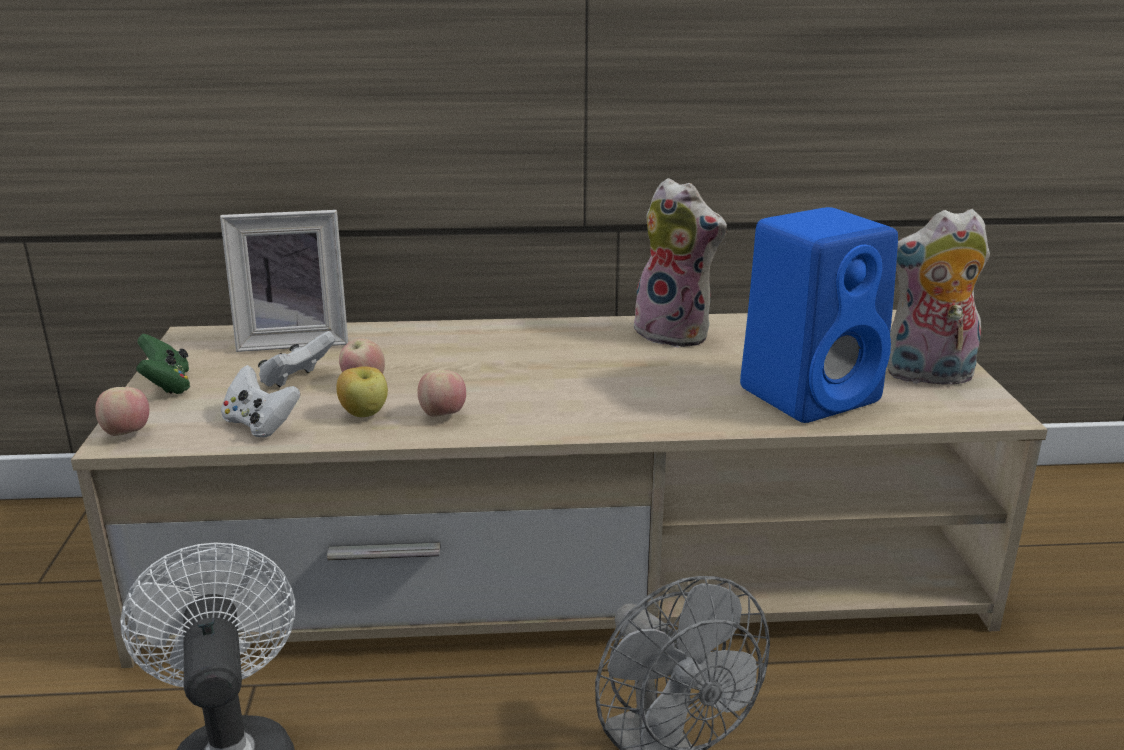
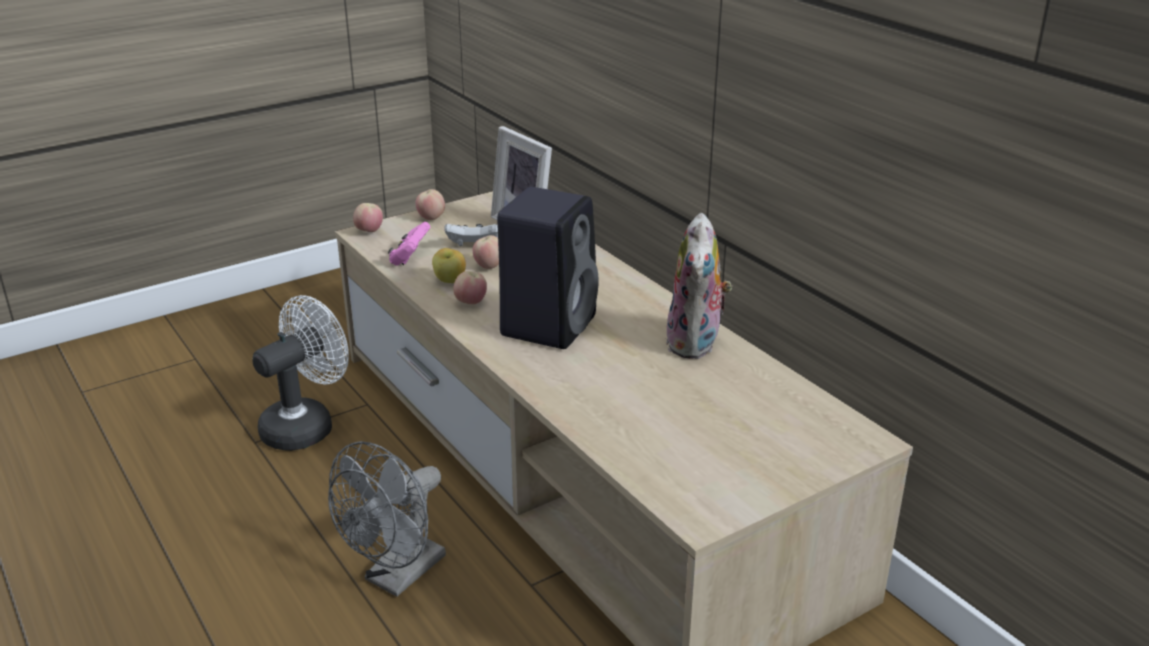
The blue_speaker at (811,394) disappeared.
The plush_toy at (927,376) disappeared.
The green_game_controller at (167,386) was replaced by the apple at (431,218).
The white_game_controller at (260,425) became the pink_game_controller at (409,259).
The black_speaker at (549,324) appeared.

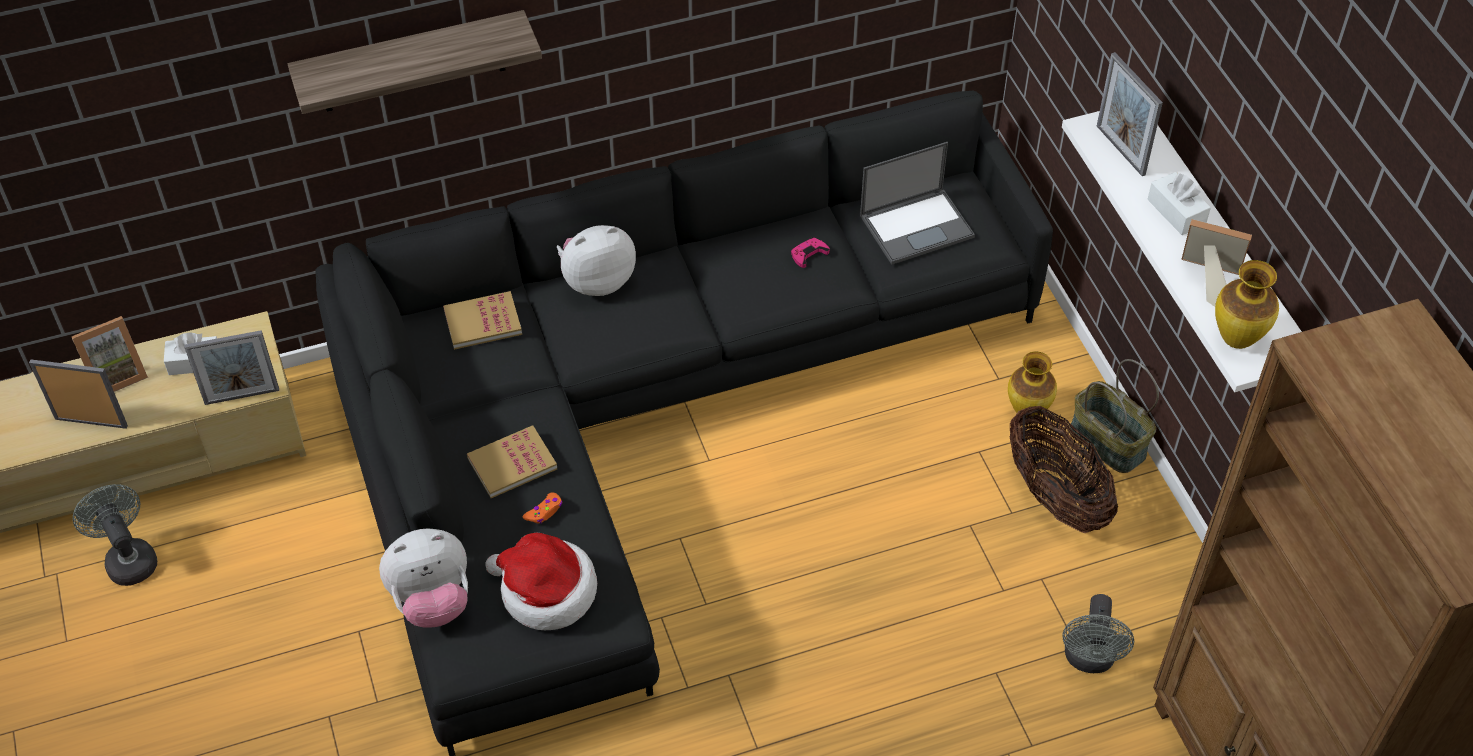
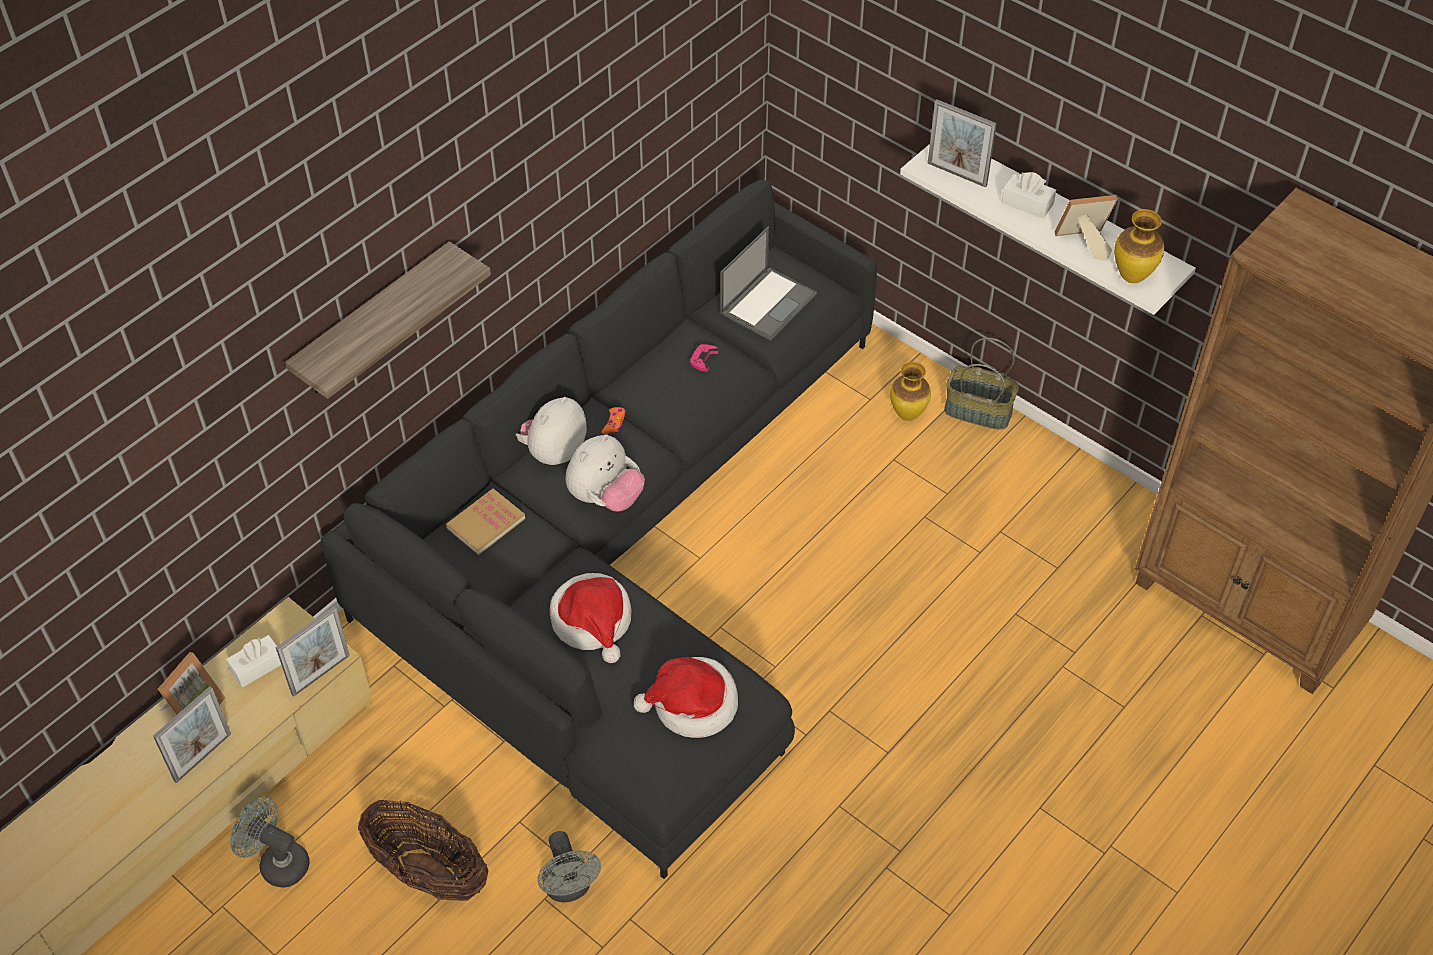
The picture_frame at (91,422) turned 150 degrees clockwise.
The basket moved from (1055,496) to (428,871).
The book at (512,464) was replaced by the hat at (593,622).
The orange_game_controller moved from (544,511) to (614,423).
The plush_toy moved from (432,601) to (605,497).
The grey_fan moved from (1089,660) to (569,888).

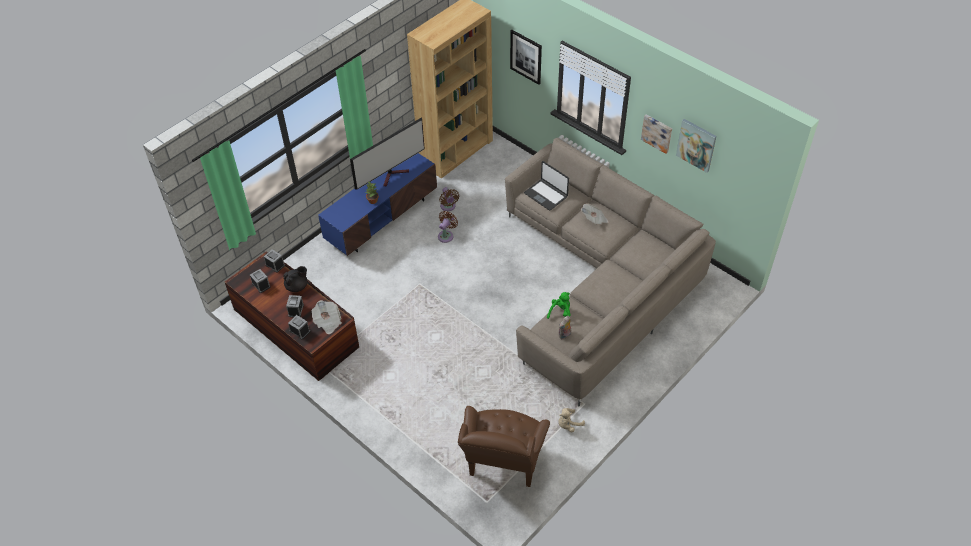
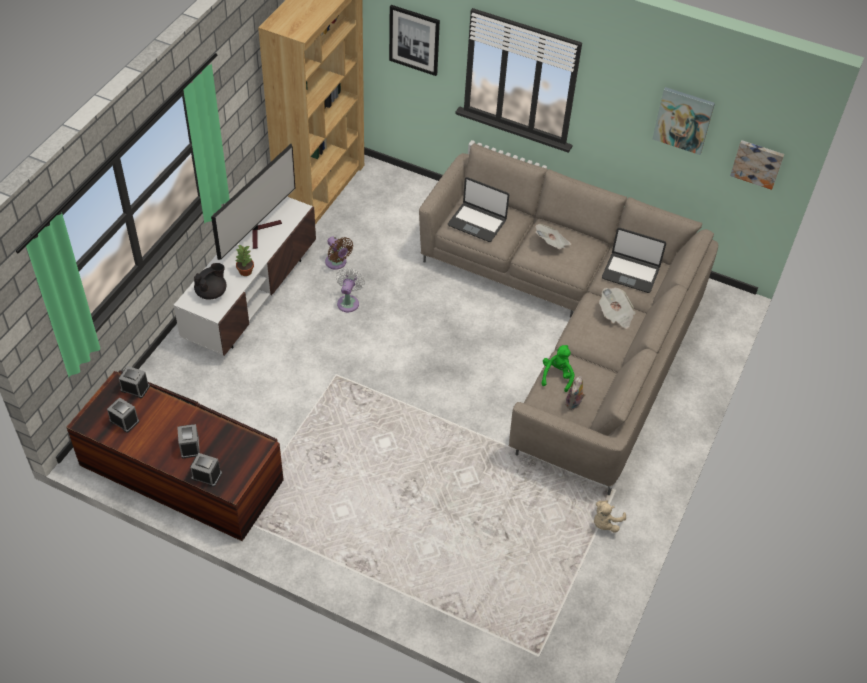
The picture moved from (657,133) to (757,163).
The blue_tv_stand at (382,219) became the white_tv_stand at (251,296).
The brown_fan at (446,235) became the white_fan at (348,302).
The black_teapot moved from (297,286) to (212,292).
The newspaper moved from (327,322) to (616,315).
The brown_armchair at (503,468) disappeared.
The laptop at (630,273) appeared.

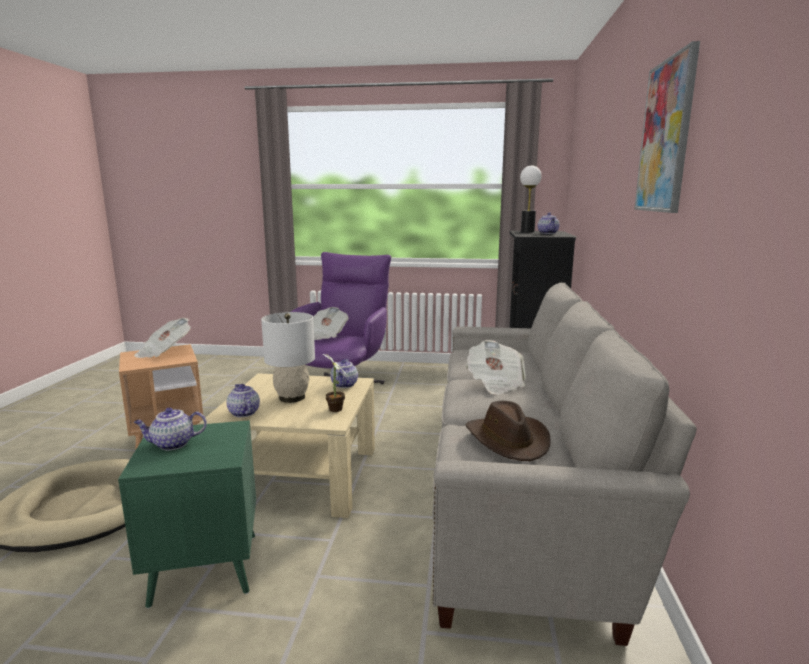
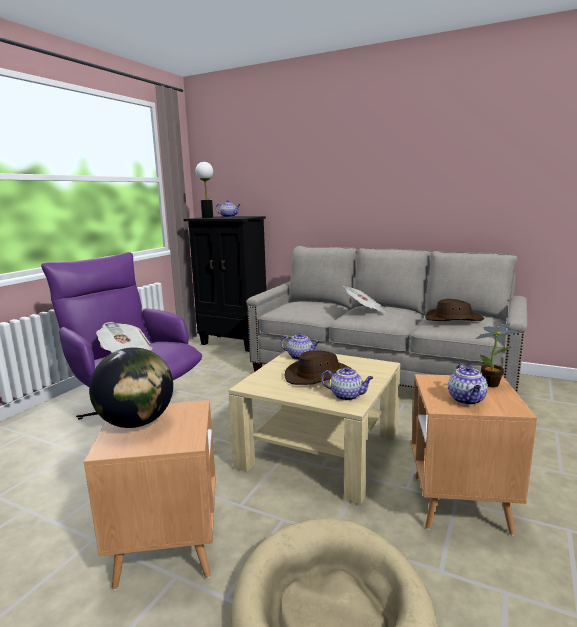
The picture at (666,136) disappeared.
The white_table_lamp at (292,397) was replaced by the brown_hat at (318,376).
The newspaper at (164,352) was replaced by the globe at (136,423).
The potted_plant moved from (335,410) to (494,384).
The teapot at (243,413) turned 150 degrees counterclockwise.
The green_side_table at (205,569) became the brown_side_table at (460,503).

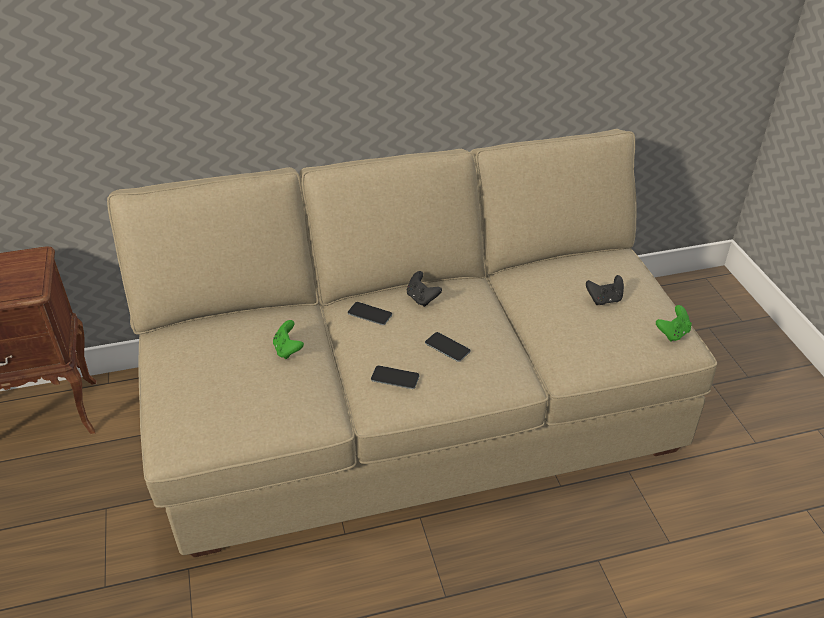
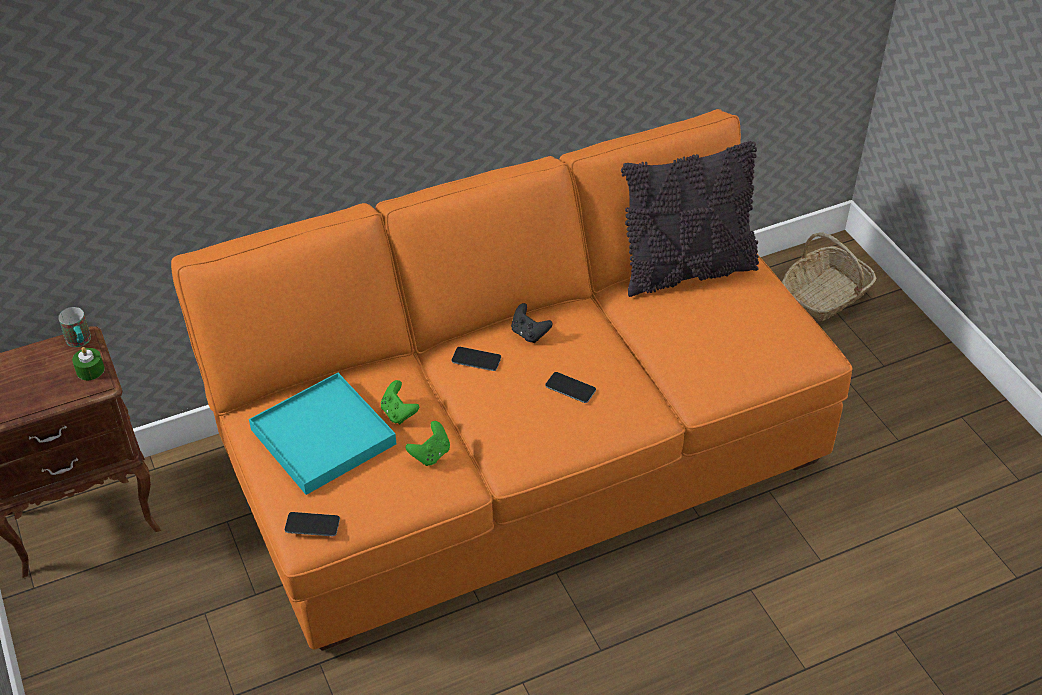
The beige_sofa at (412,411) became the orange_sofa at (520,455).
The black_game_controller at (604,300) disappeared.
The green_game_controller moved from (672,333) to (430,454).
The phone moved from (395,377) to (312,524).
The black_pillow at (686,270) appeared.
The basket at (825,295) appeared.
The mug at (80,342) appeared.
The green_candle at (90,370) appeared.
The turquoise_tray at (323,436) appeared.

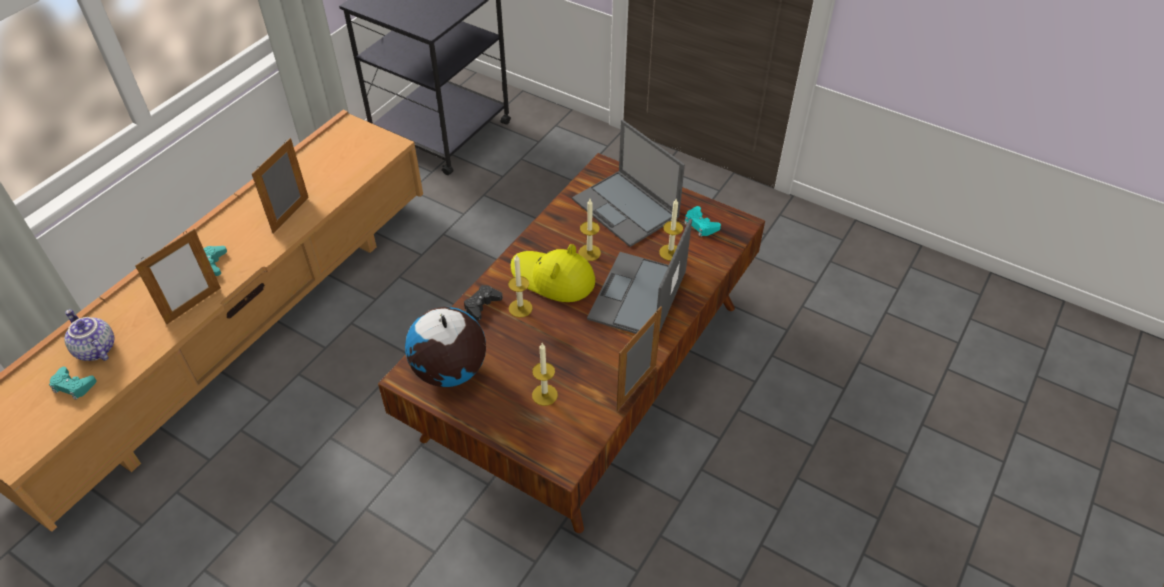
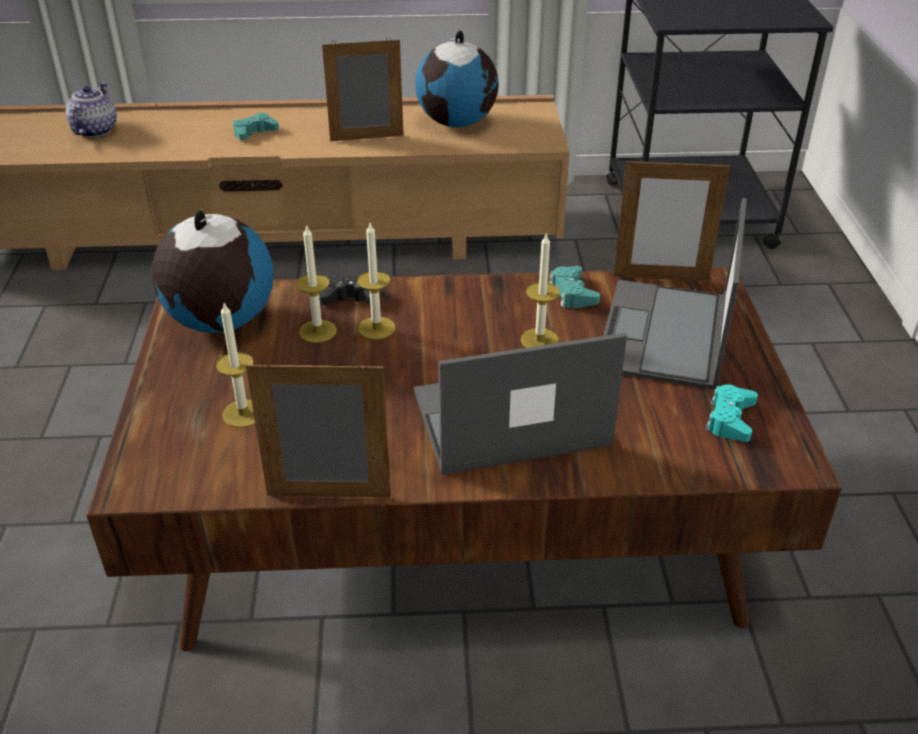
The candle moved from (670,252) to (318,331).
The picture_frame moved from (193,305) to (661,278).
The yellow_hat at (553,278) disappeared.
The turquoise_game_controller moved from (73,386) to (572,293).
The globe at (457,123) appeared.

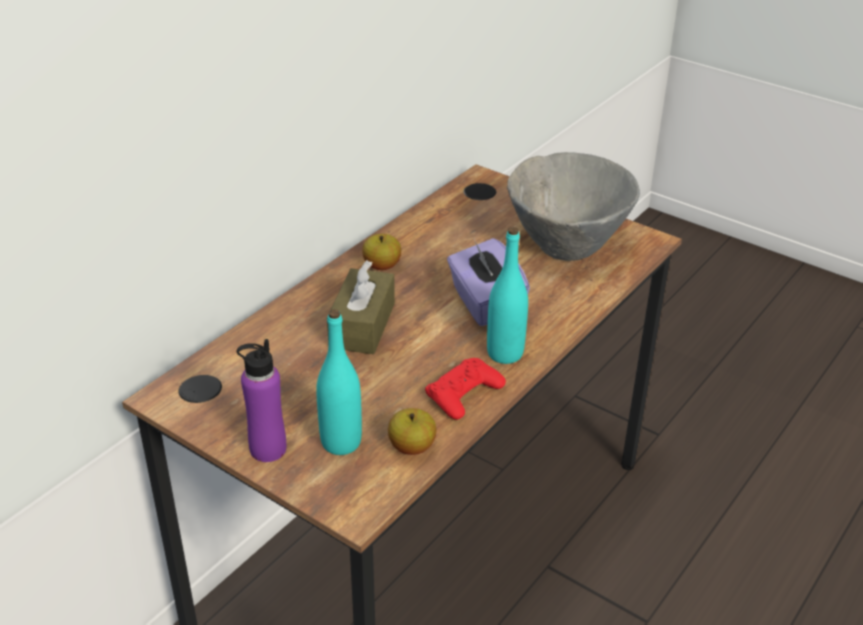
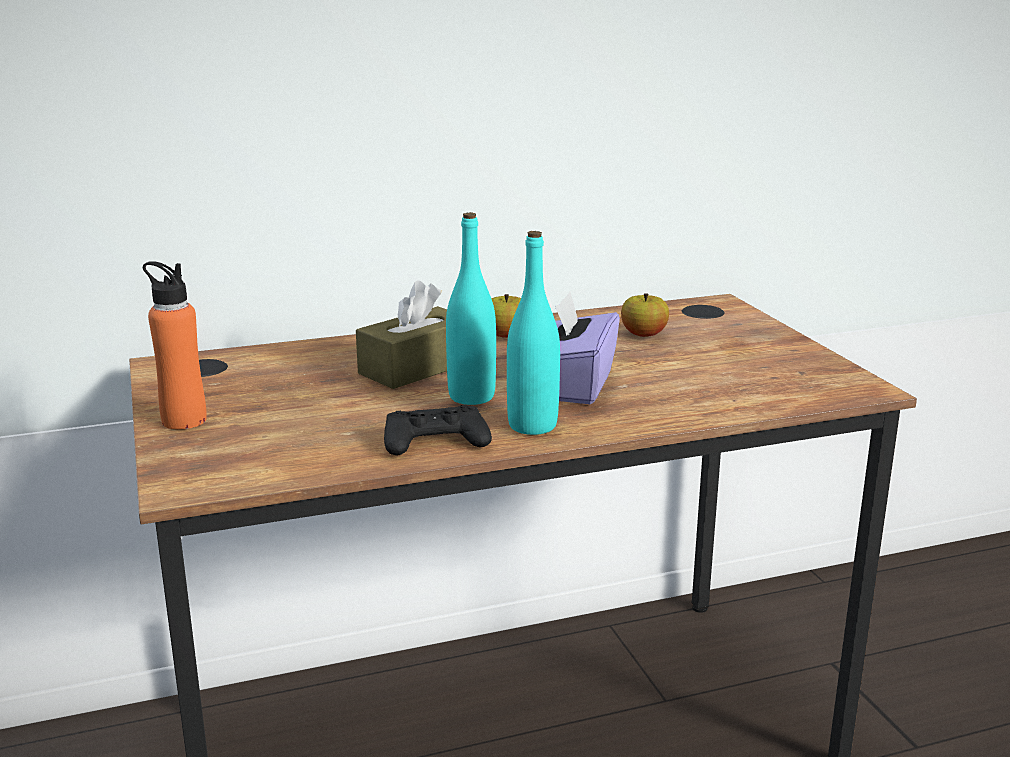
The grey_bowl at (566,248) disappeared.
The turquoise_bottle moved from (341,442) to (471,397).
The purple_bottle at (267,449) became the orange_bottle at (184,420).
The red_game_controller at (464,394) became the black_game_controller at (435,441).
The apple moved from (412,447) to (644,335).

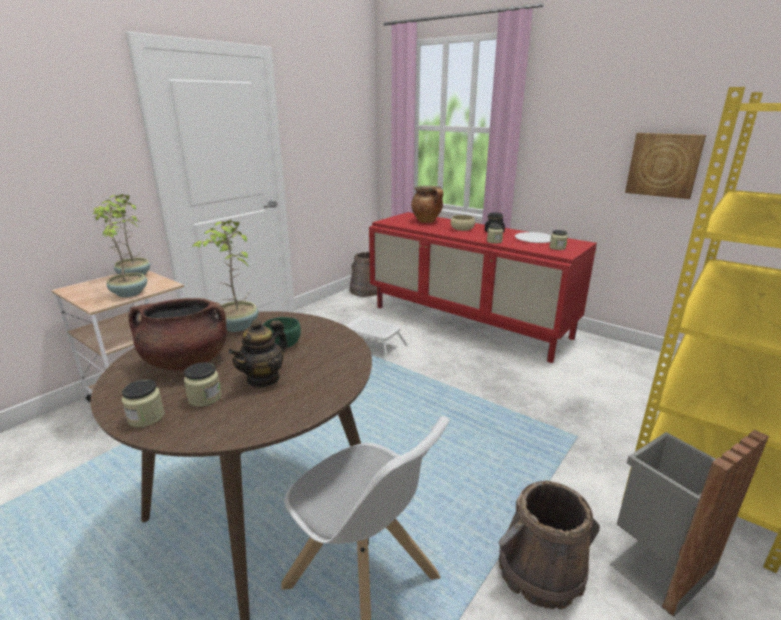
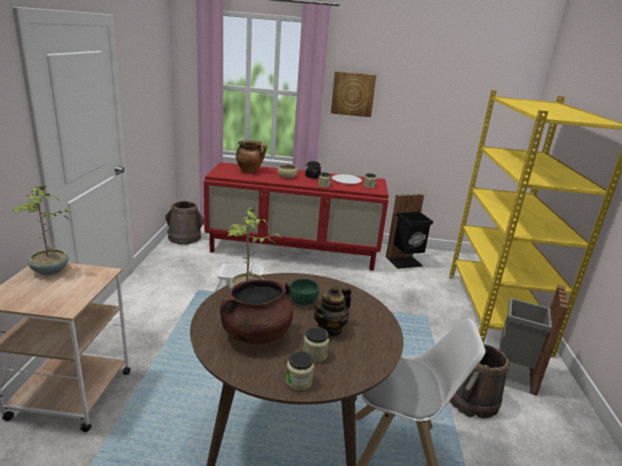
The picture moved from (663,165) to (353,94).
The potted_plant at (130,293) disappeared.
The teapot at (264,378) turned 45 degrees clockwise.
The black_trash_can at (405,262) appeared.

